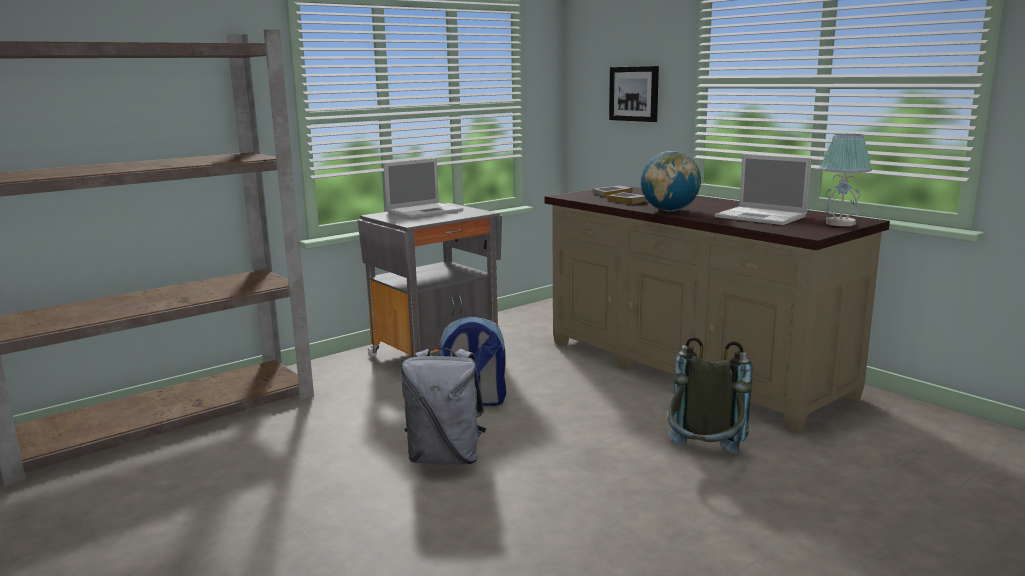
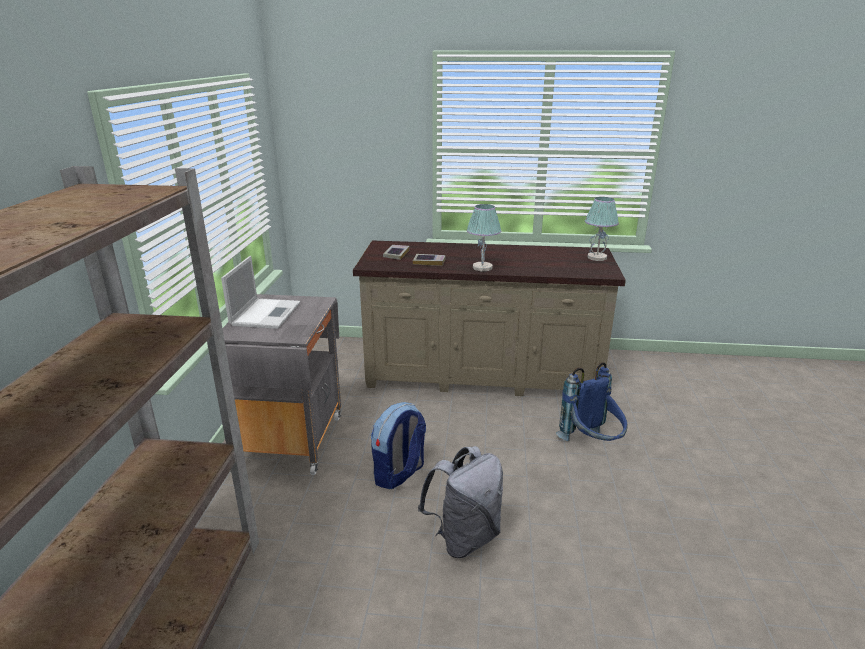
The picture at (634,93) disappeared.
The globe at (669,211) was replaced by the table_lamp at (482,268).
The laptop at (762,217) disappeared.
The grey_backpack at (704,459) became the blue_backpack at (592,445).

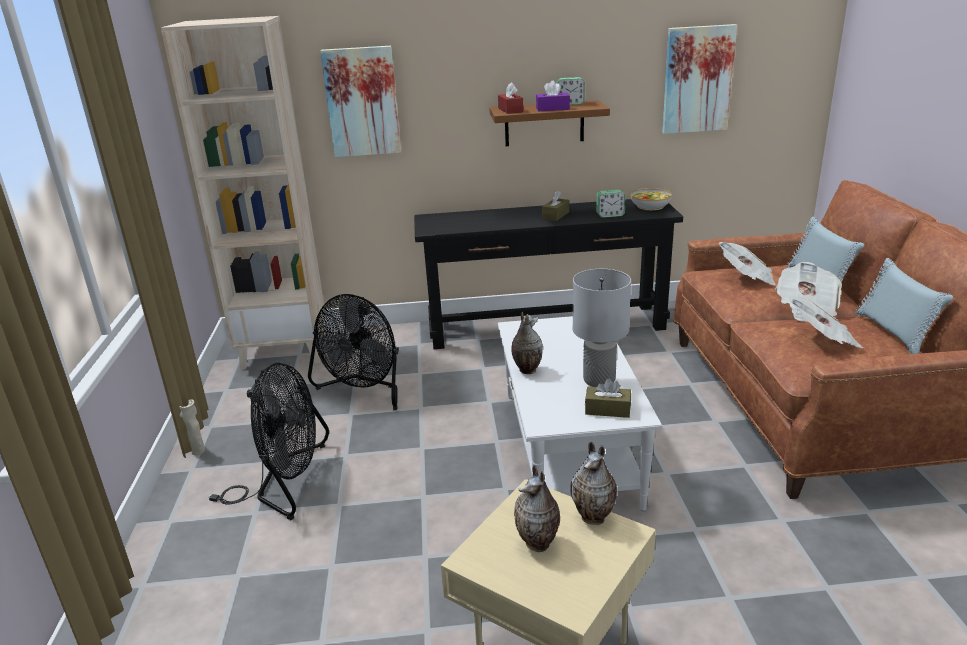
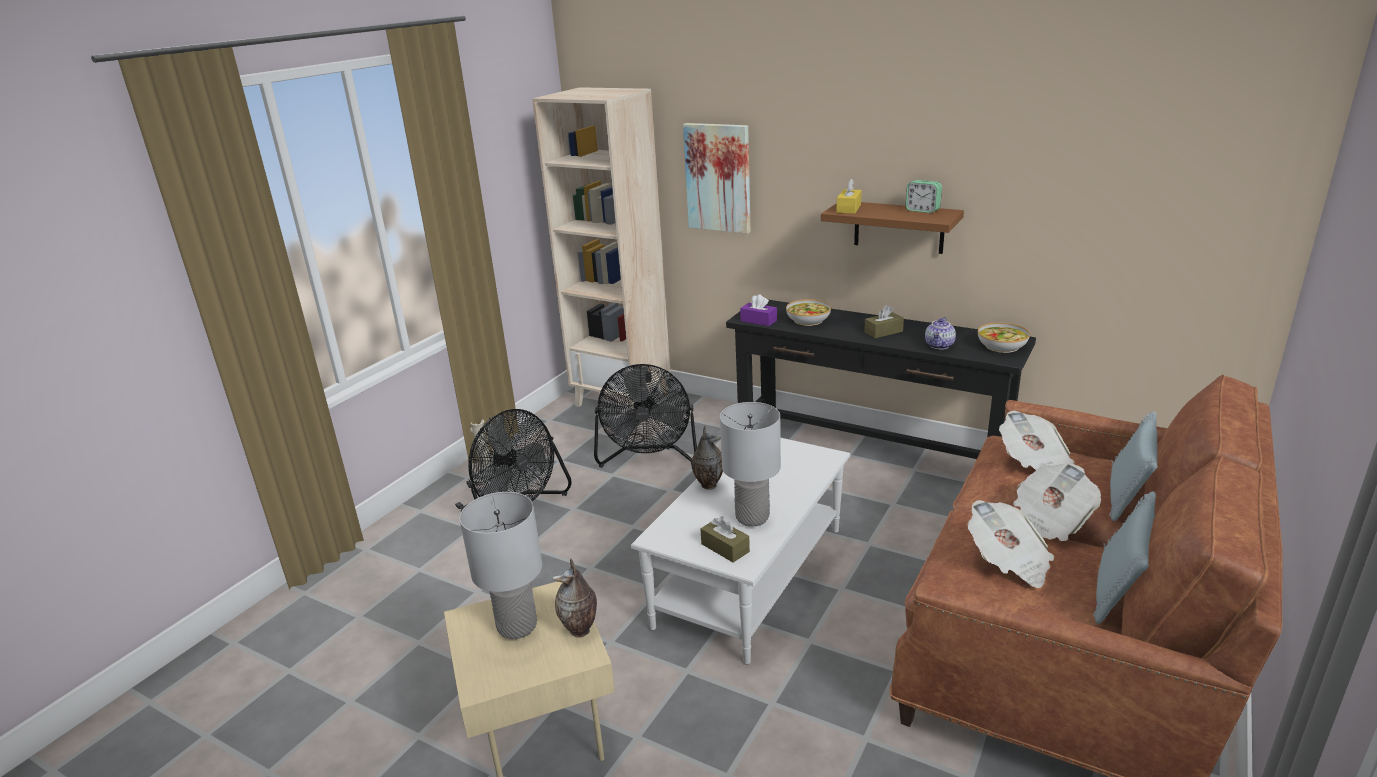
The picture at (697,79) disappeared.
The purple_tissue_box moved from (552,109) to (758,321).
The red_tissue_box at (510,110) became the yellow_tissue_box at (848,208).
The alarm_clock at (610,215) was replaced by the teapot at (940,346).
The black_fan at (364,388) turned 60 degrees counterclockwise.
The vase at (539,544) was replaced by the grey_table_lamp at (518,630).
The bowl at (808,320) appeared.

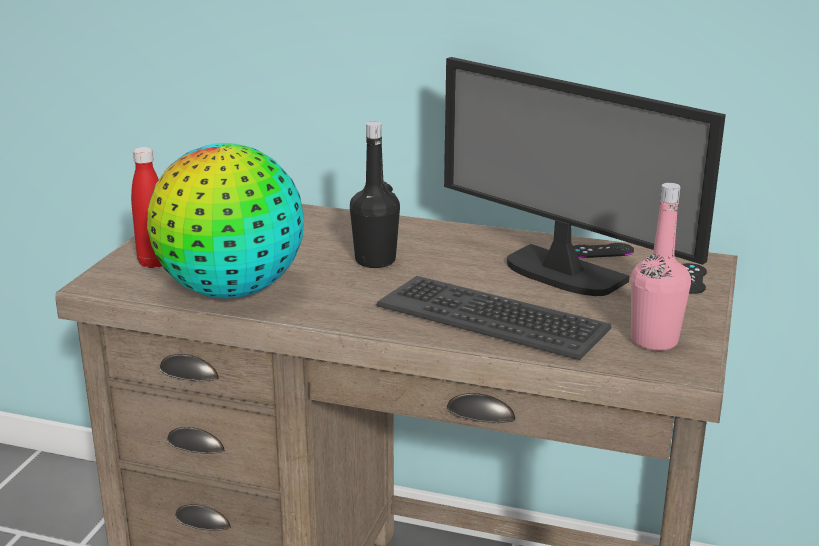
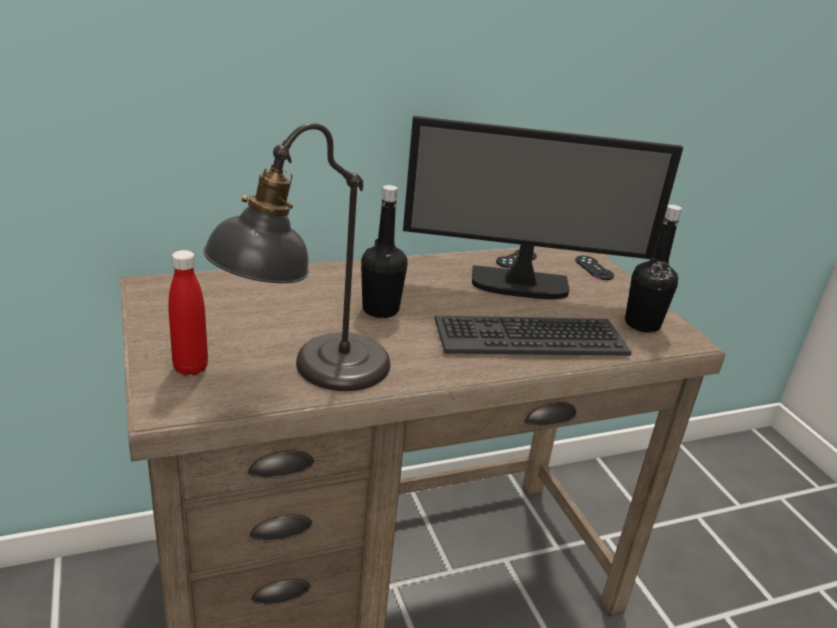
The globe at (232,291) was replaced by the grey_table_lamp at (307,376).
The pink_bottle at (654,341) became the black_bottle at (642,324).

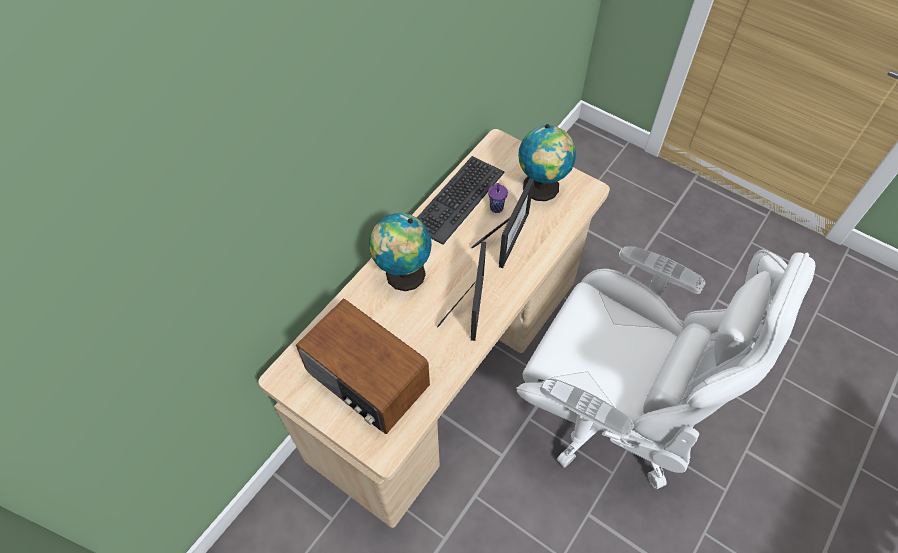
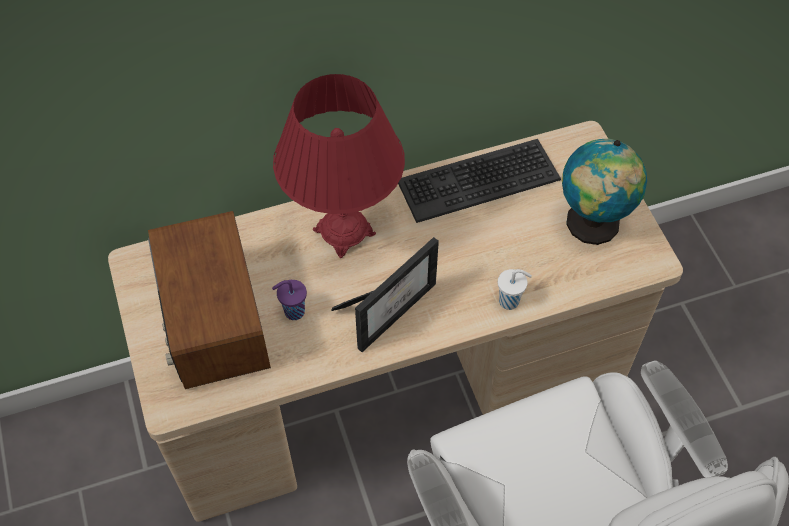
The picture_frame at (507,236) disappeared.
The purple_cup moved from (495,208) to (293,312).
The globe at (403,276) was replaced by the red_table_lamp at (344,232).
The white_cup at (510,301) appeared.

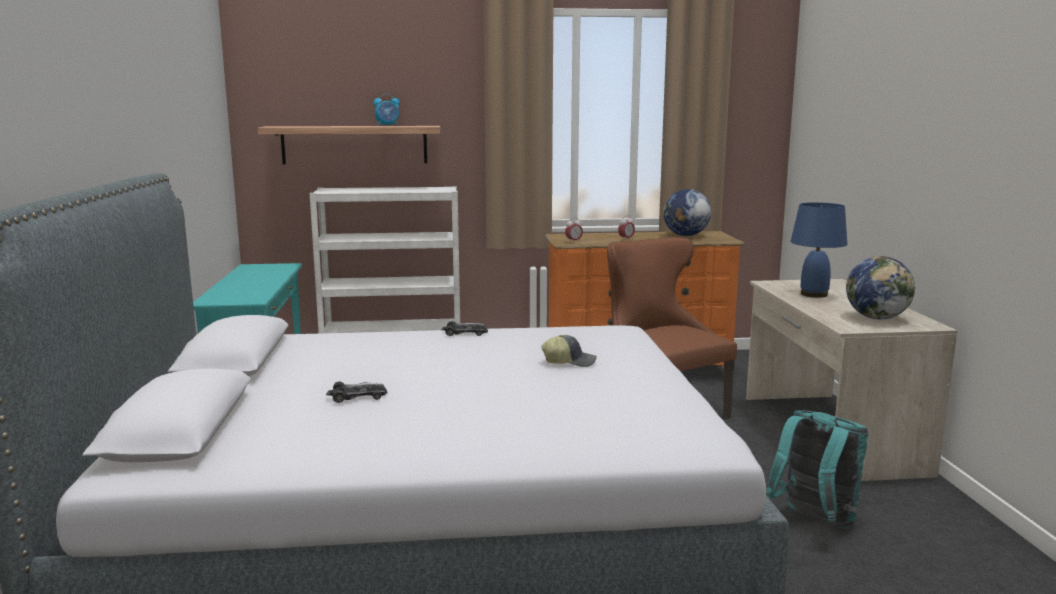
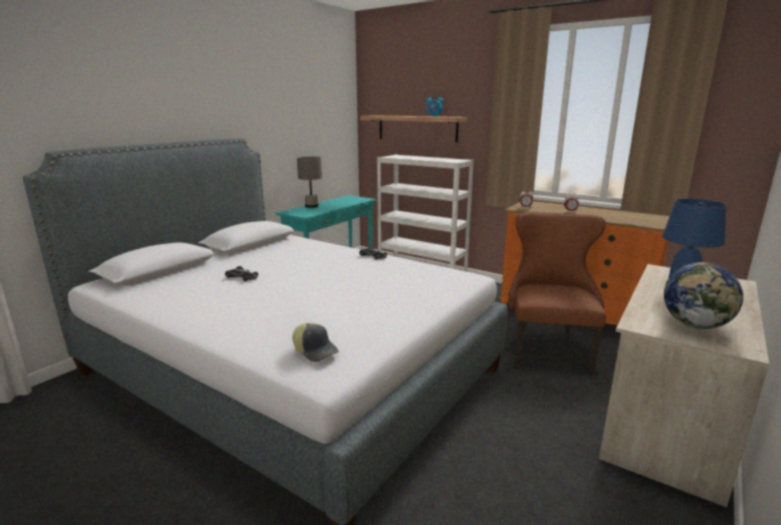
The globe at (685,235) disappeared.
The cap moved from (570,362) to (315,350).
The turquoise_backpack at (814,521) disappeared.
The grey_table_lamp at (311,206) appeared.

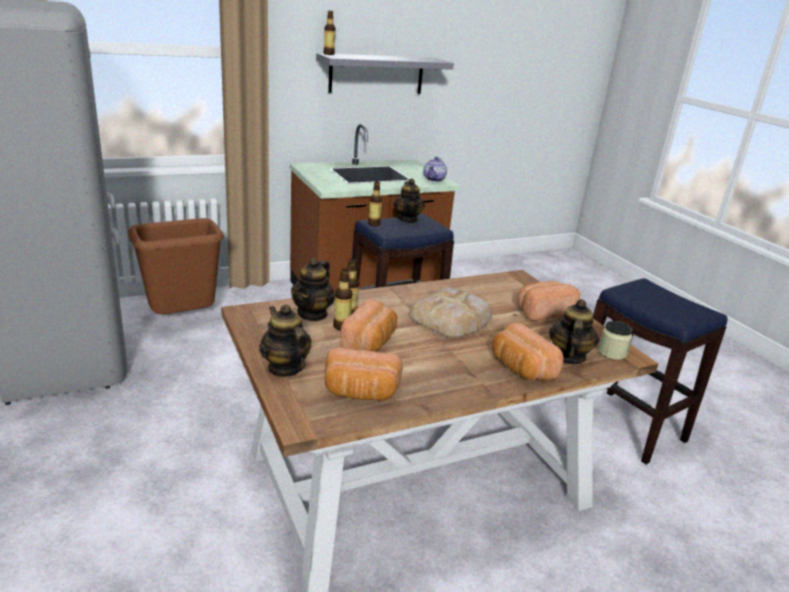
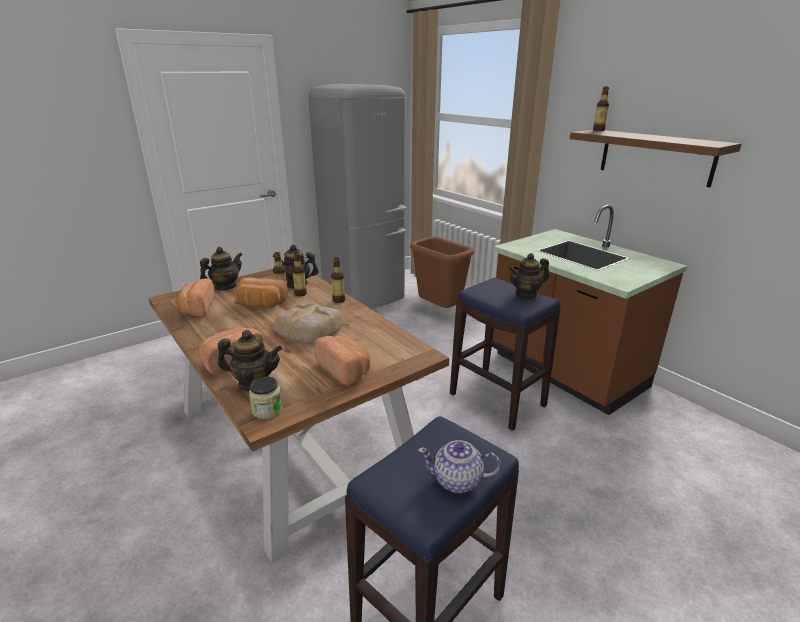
The grey_shelf at (376,74) became the brown_shelf at (656,157).
The teapot moved from (434,179) to (458,481).
The bottle moved from (374,224) to (339,300).

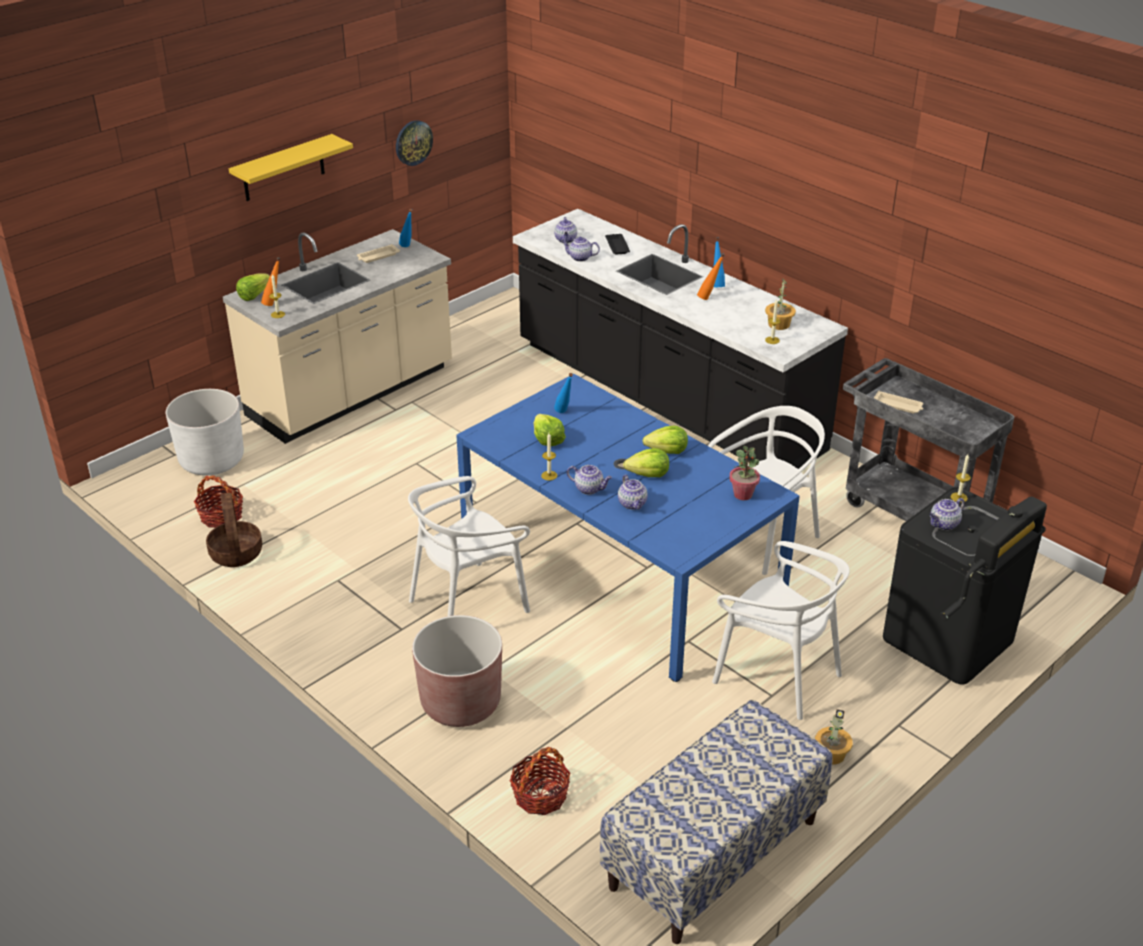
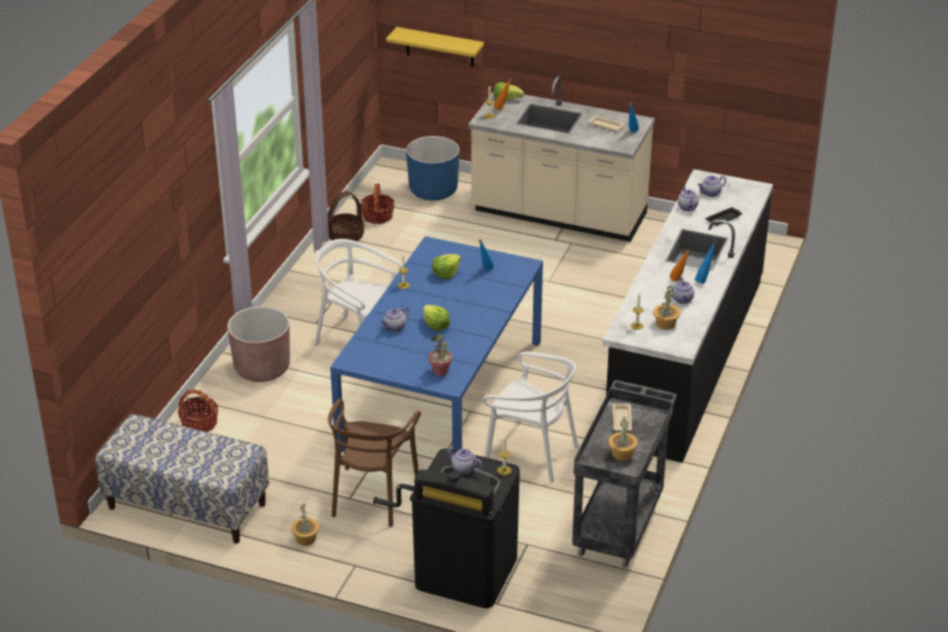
The wall_clock at (413,142) disappeared.
The yellow_shelf moved from (283,168) to (440,47).
The white_planter at (212,460) became the blue_planter at (433,190).
The lettuce at (667,451) disappeared.
The teapot moved from (589,489) to (682,300).
The white_chair at (777,675) became the brown_chair at (372,496).
The potted_plant at (622,454) appeared.

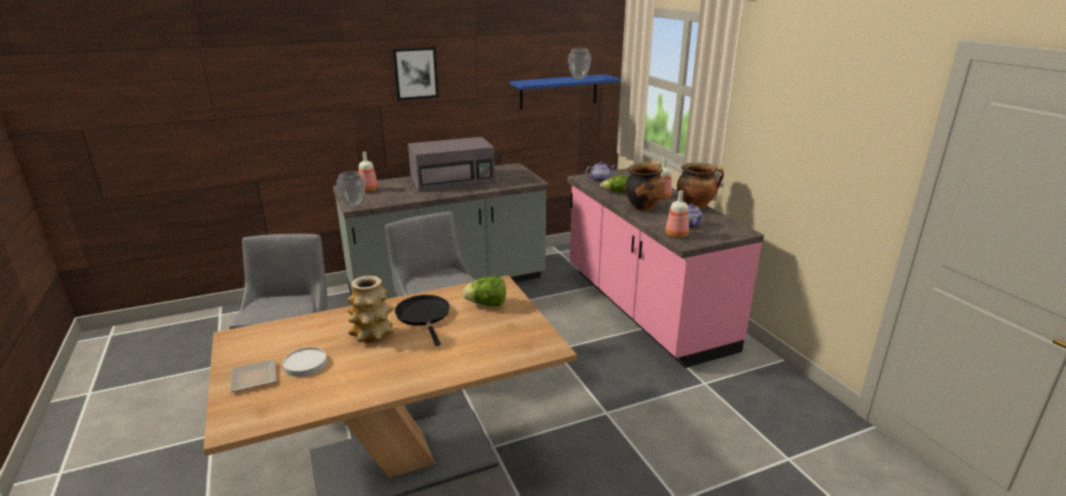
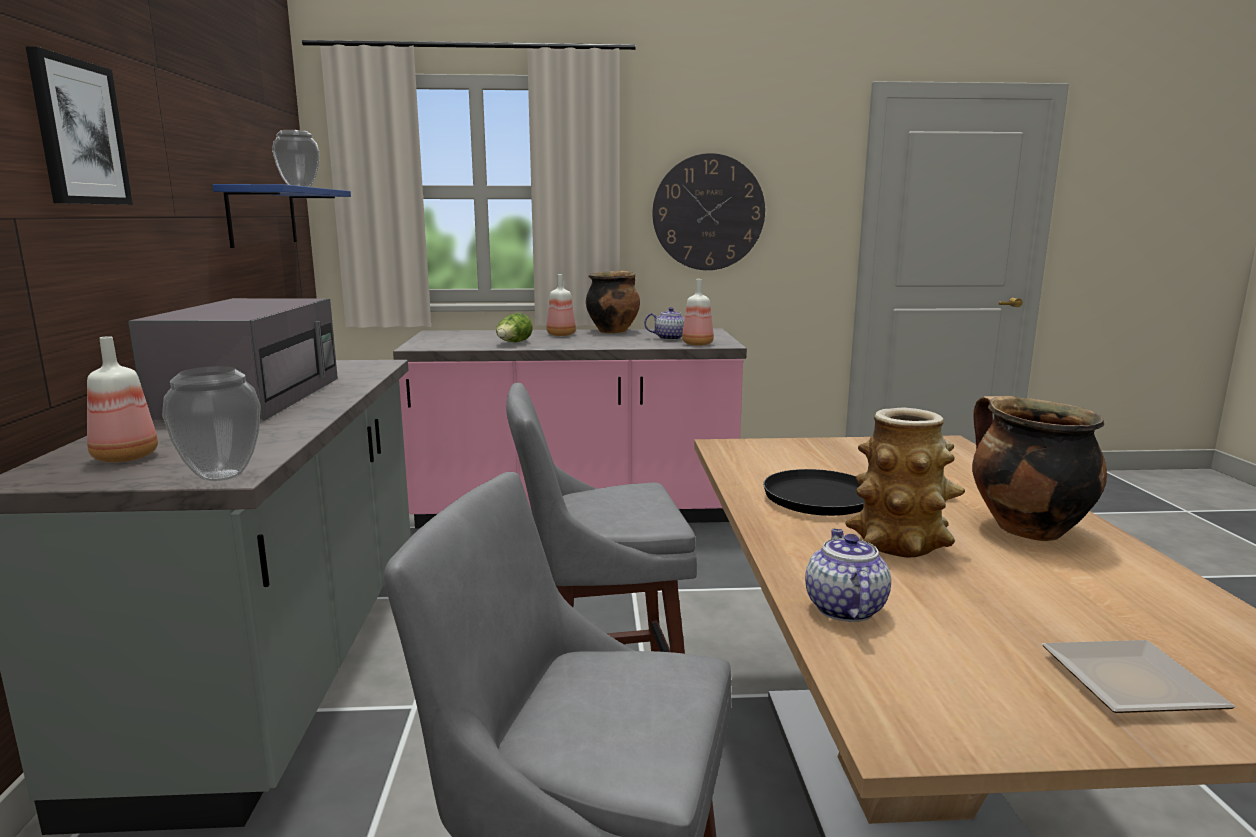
The teapot moved from (600,179) to (843,608).
The cooking_pot moved from (643,207) to (1024,528).
The lettuce at (487,304) disappeared.
The white_plate at (305,364) disappeared.
The wall_clock at (708,212) appeared.

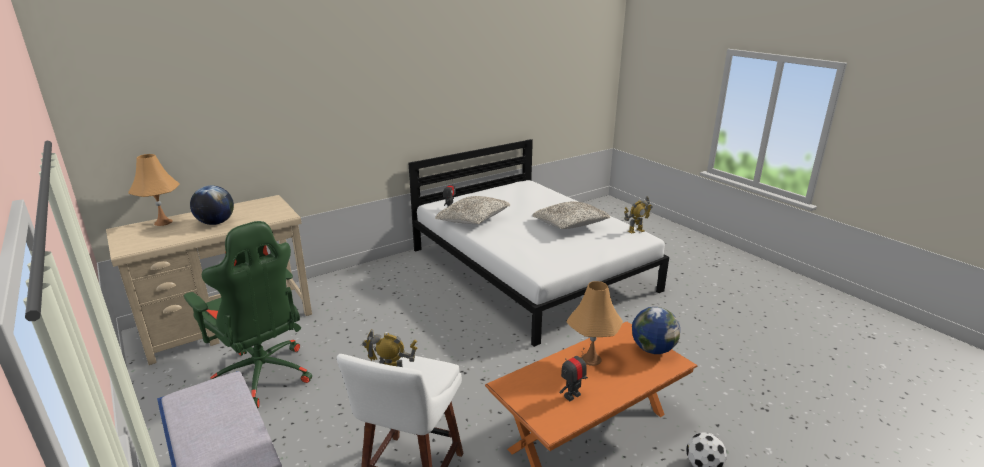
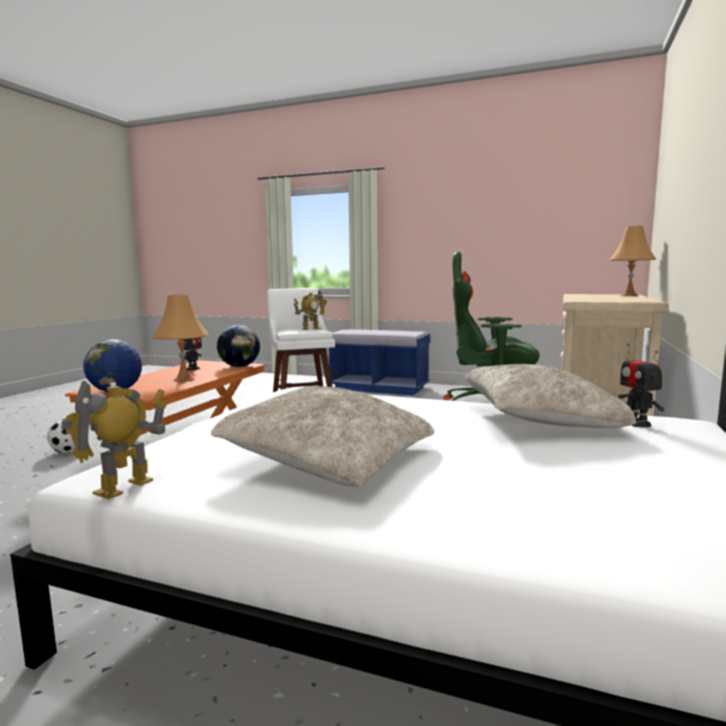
The globe moved from (216,223) to (239,366).

